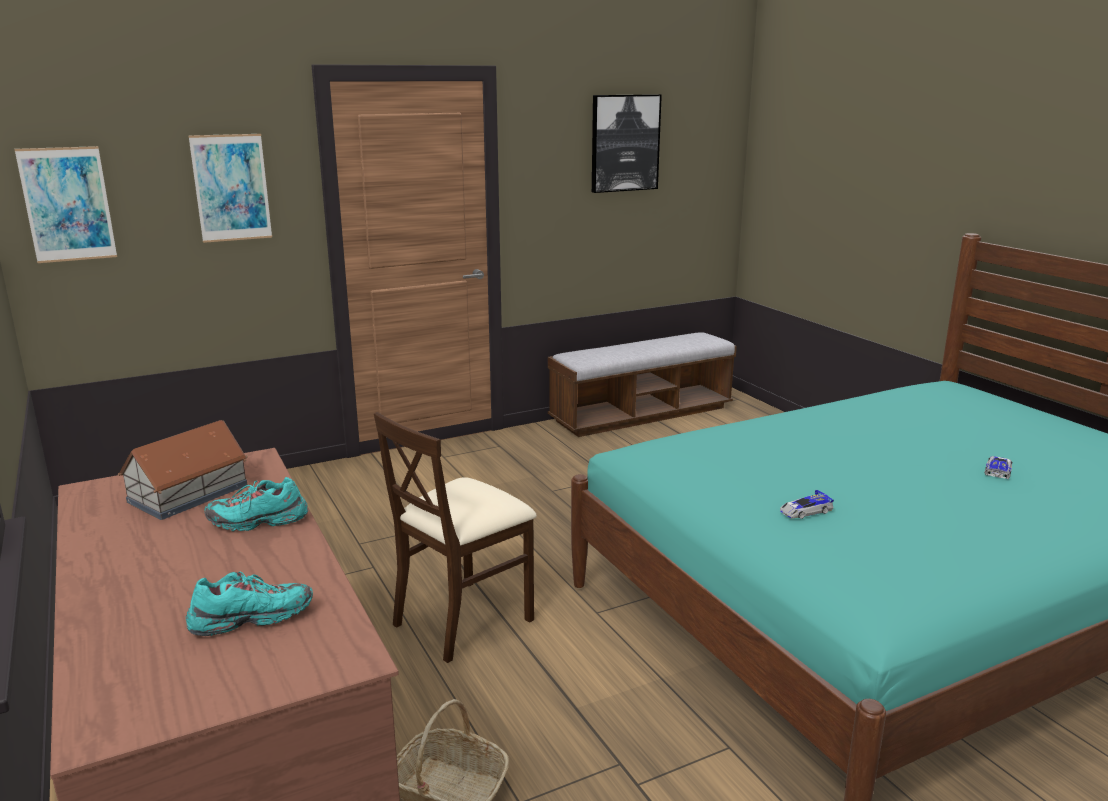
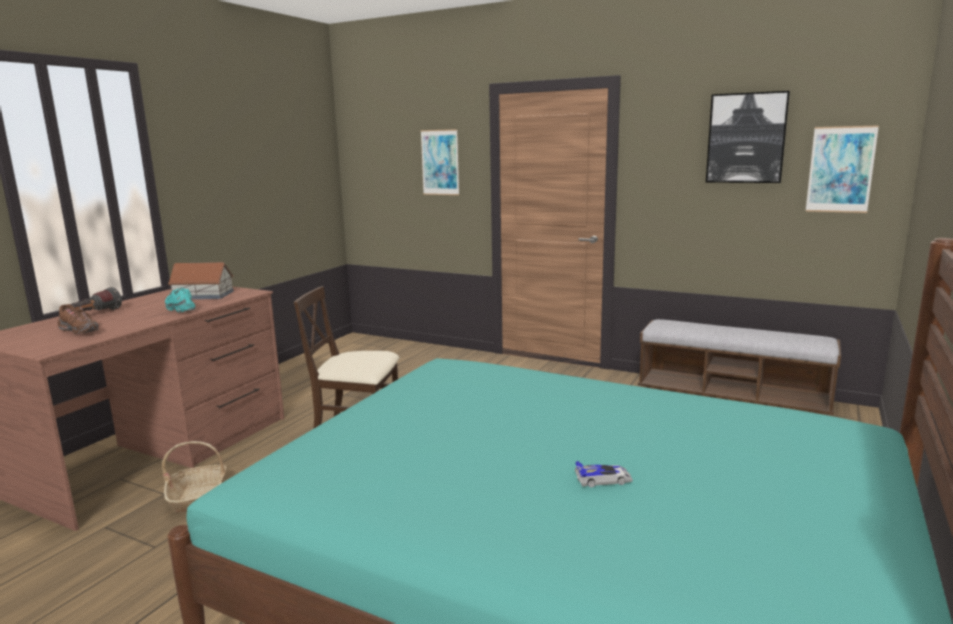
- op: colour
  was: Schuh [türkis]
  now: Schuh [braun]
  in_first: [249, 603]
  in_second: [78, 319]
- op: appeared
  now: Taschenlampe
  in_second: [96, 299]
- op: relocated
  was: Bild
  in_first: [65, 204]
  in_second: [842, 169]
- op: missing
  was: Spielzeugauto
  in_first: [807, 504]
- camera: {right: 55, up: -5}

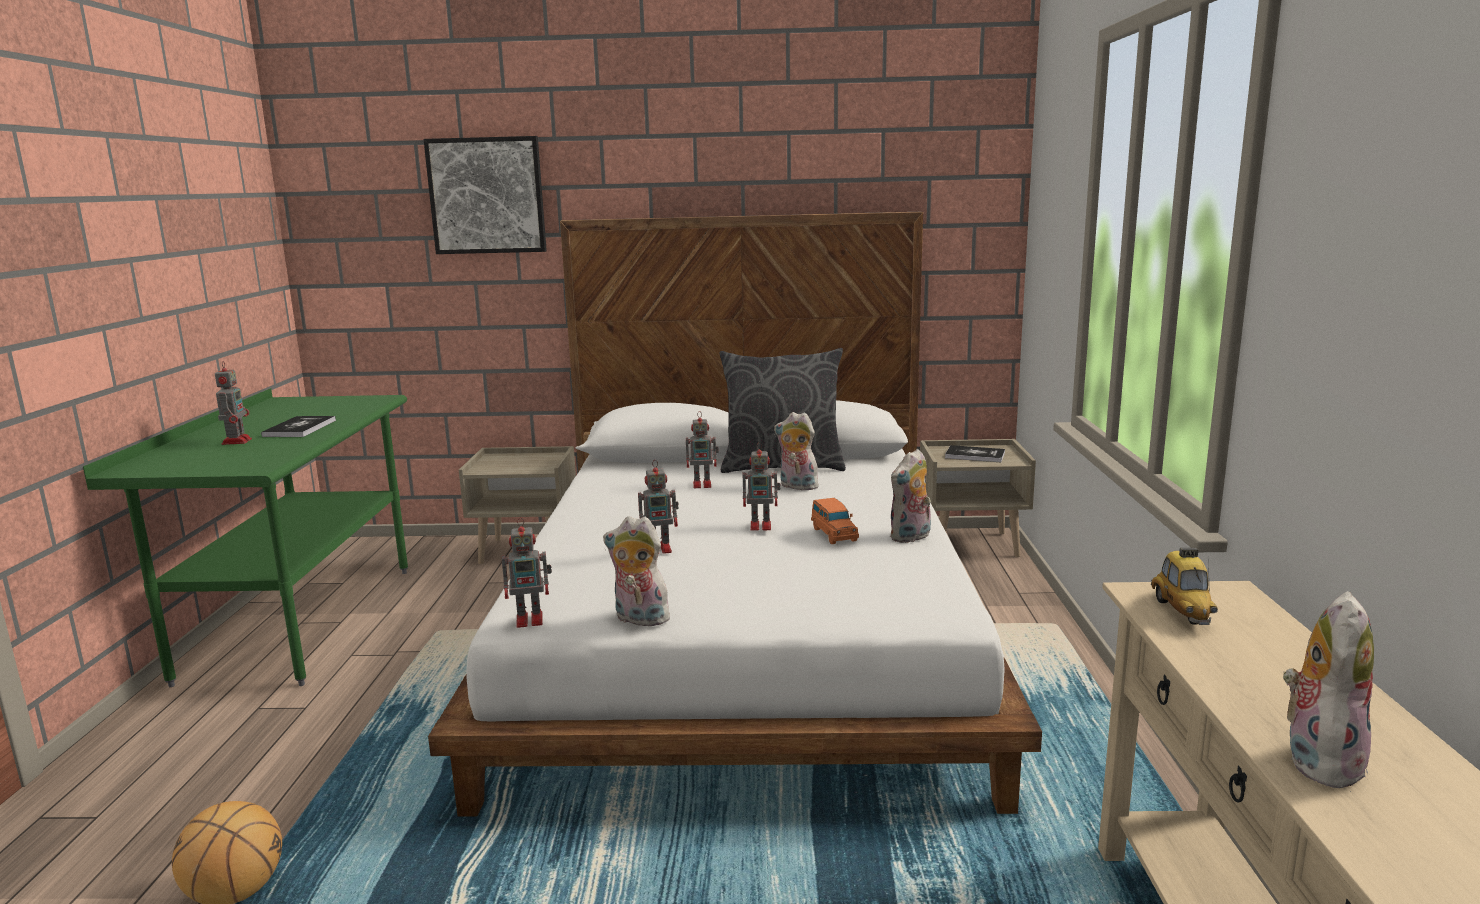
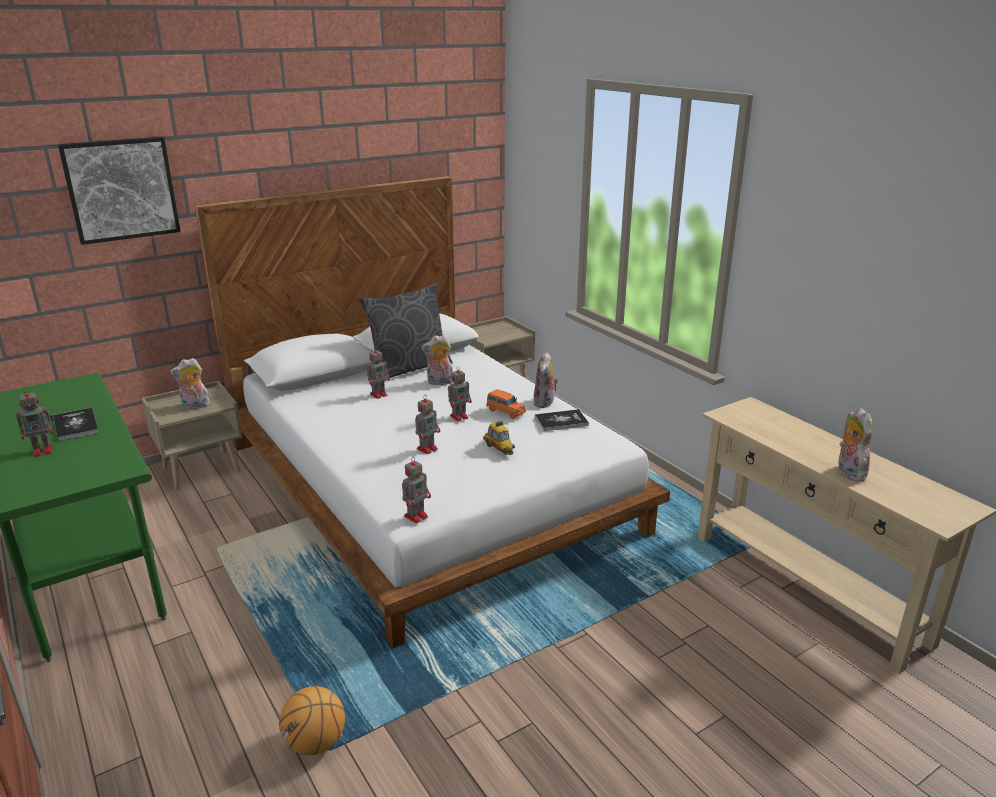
- op: spun
  was: Spielzeugroboter
  in_first: [233, 403]
  in_second: [35, 422]
  clockwise: 105
- op: relocated
  was: Plüschtier
  in_first: [636, 571]
  in_second: [190, 384]
- op: relocated
  was: Spielzeugauto
  in_first: [1184, 586]
  in_second: [499, 438]
- op: relocated
  was: Buch
  in_first: [975, 453]
  in_second: [562, 420]
- camera: {right: -35, up: 10}

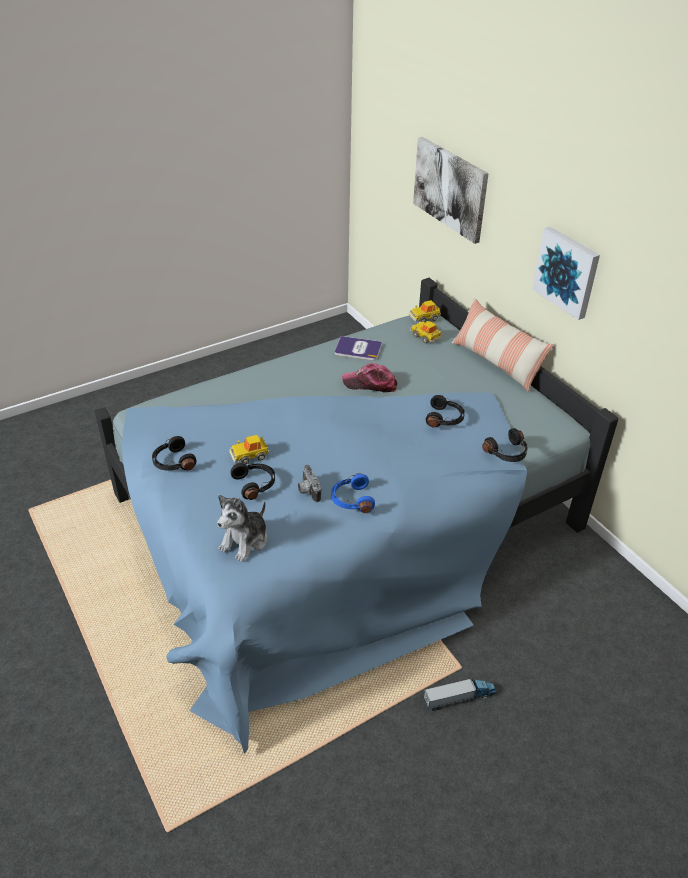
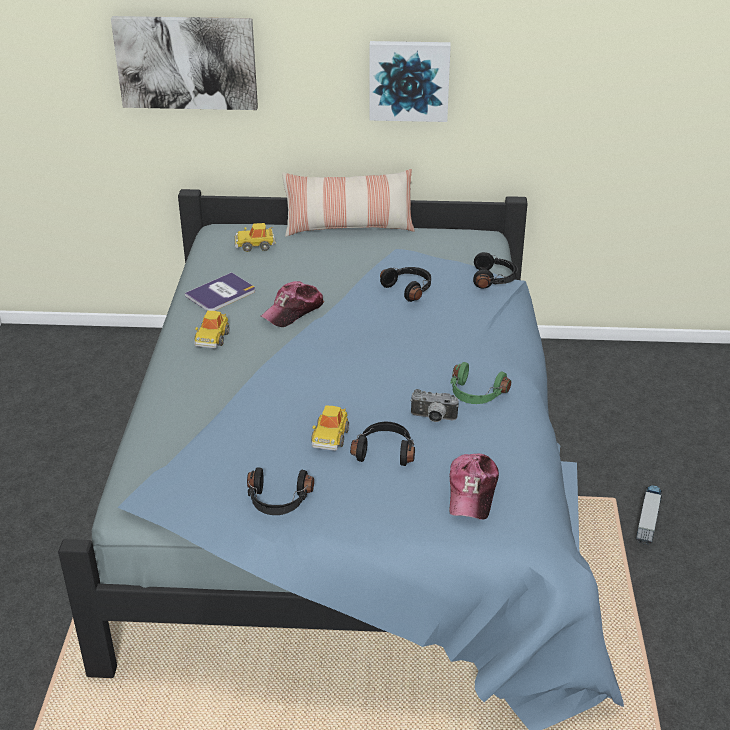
- op: relocated
  was: Spielzeugauto
  in_first: [425, 311]
  in_second: [212, 329]
- op: exchanged
  was: Plüschtier
  now: Kappe
  in_first: [242, 528]
  in_second: [474, 486]
- op: colour
  was: Kopfhörer [blau]
  now: Kopfhörer [grün]
  in_first: [353, 493]
  in_second: [480, 383]
- camera: {right: -55, up: -5}

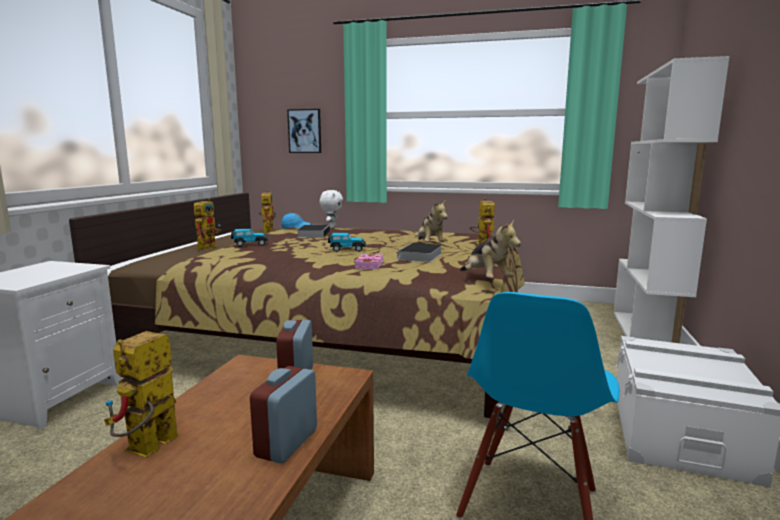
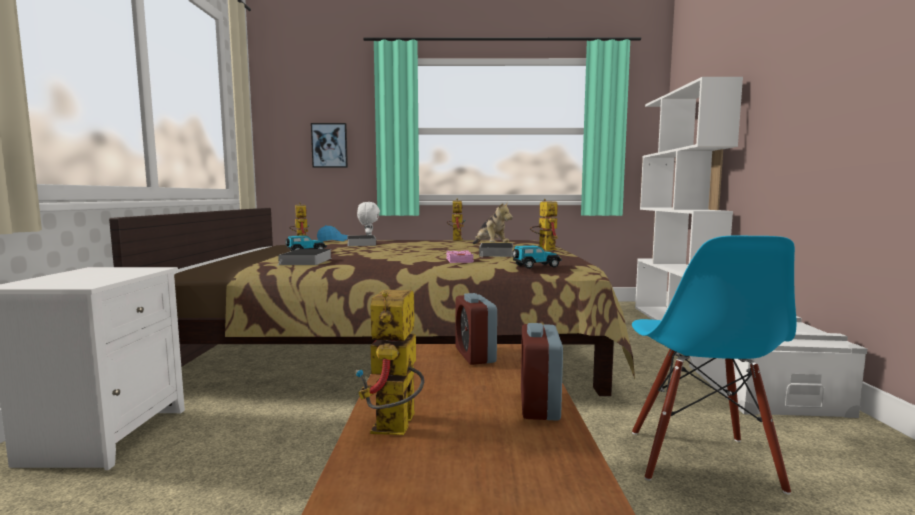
- op: appeared
  now: Buch
  in_second: [304, 257]
- op: relocated
  was: Spielzeugroboter
  in_first: [207, 224]
  in_second: [456, 219]
- op: relocated
  was: Spielzeugauto
  in_first: [347, 242]
  in_second: [537, 257]
- op: missing
  was: Plüschtier
  in_first: [490, 248]
- camera: {right: -15, up: -5}

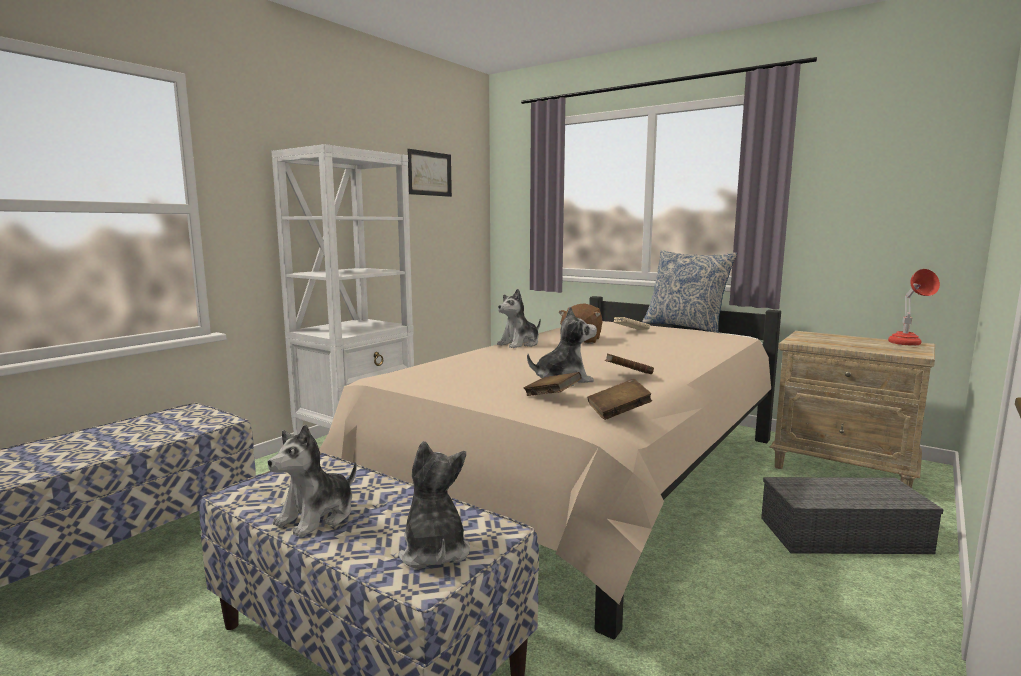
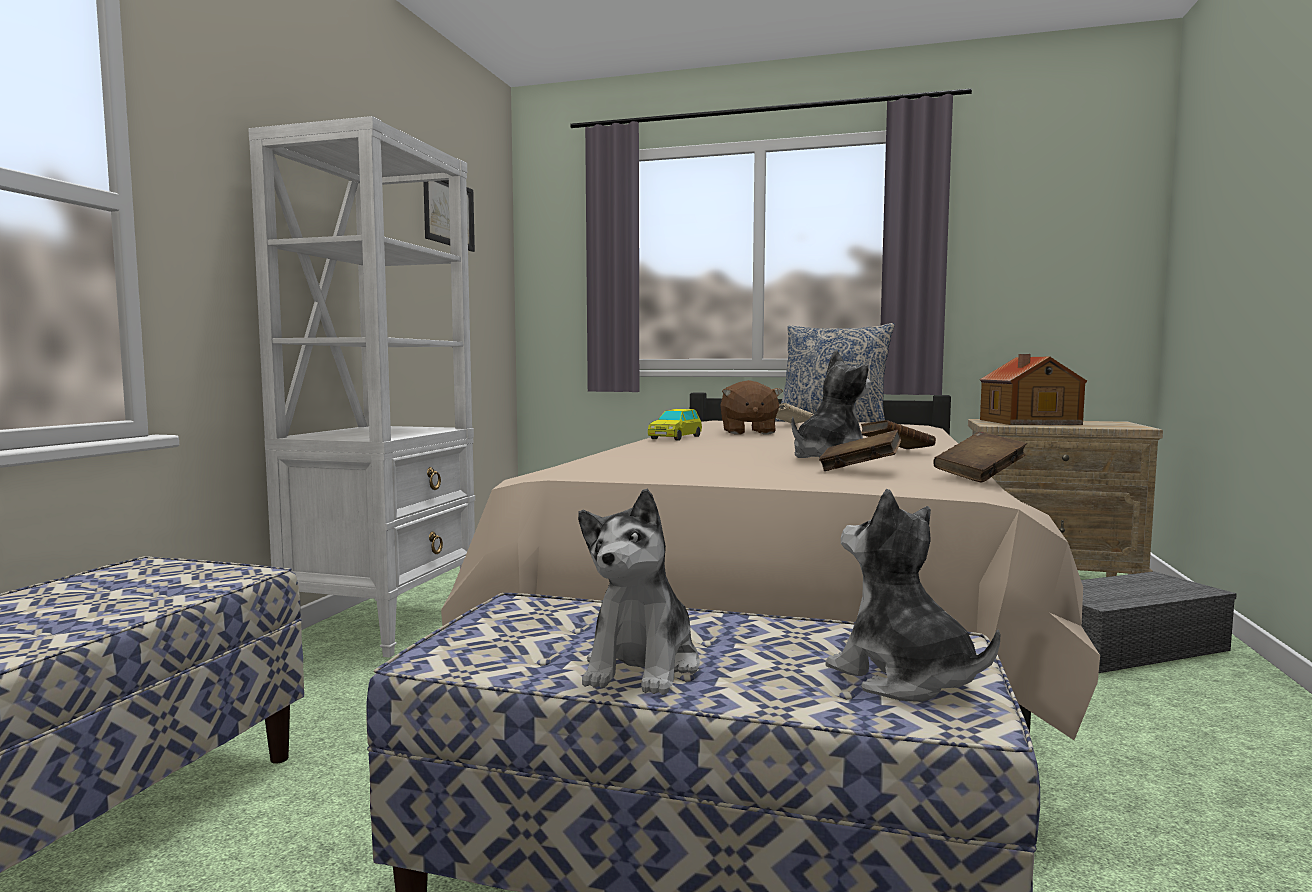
- op: exchanged
  was: Plüschtier
  now: Spielzeugauto
  in_first: [519, 318]
  in_second: [675, 425]
- op: appeared
  now: Spielzeughaus
  in_second: [1033, 389]
- op: missing
  was: Tischlampe [rot]
  in_first: [914, 307]
- camera: {right: -20, up: -5}

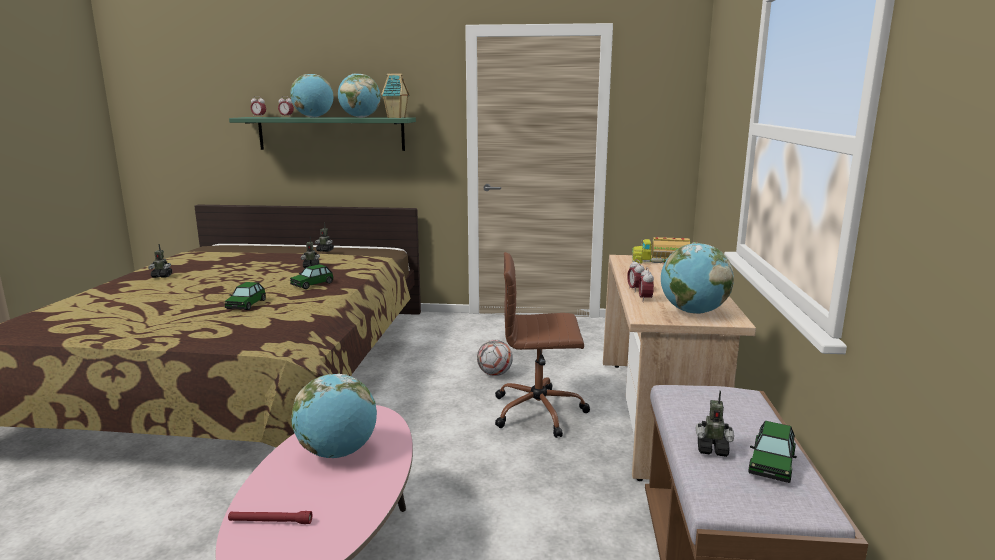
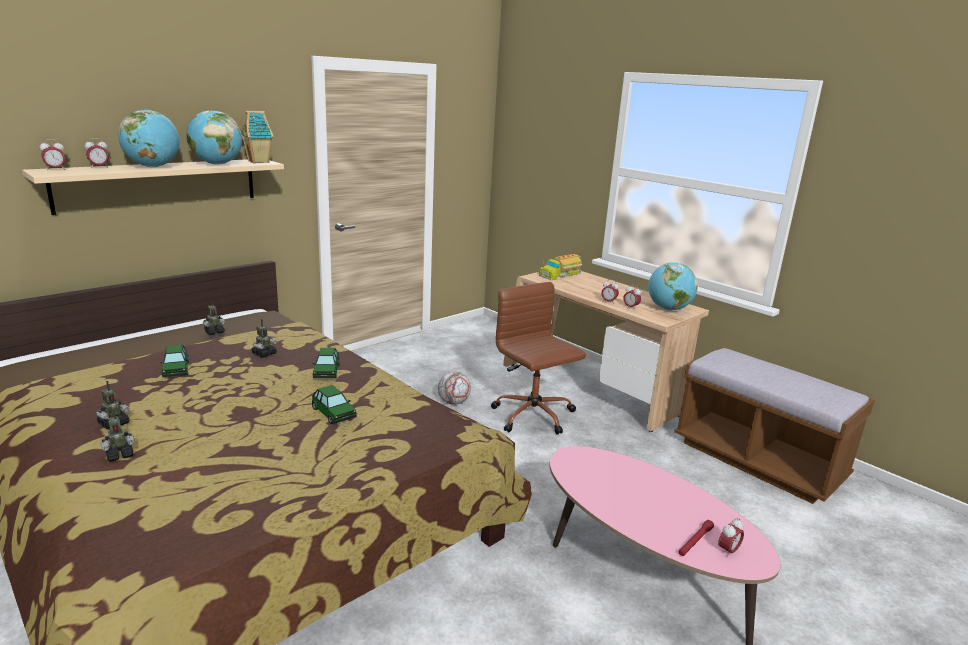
- op: colour
  was: Wandregal [grün]
  now: Wandregal [beige]
  in_first: [322, 134]
  in_second: [153, 187]
- op: relocated
  was: Spielzeugroboter
  in_first: [715, 424]
  in_second: [117, 435]
- op: relocated
  was: Spielzeugauto
  in_first: [772, 452]
  in_second: [174, 361]
- op: spun
  was: Bürostuhl [braun]
  in_first: [542, 345]
  in_second: [538, 358]
  clockwise: 105
- op: appeared
  now: Wecker
  in_second: [731, 538]
- op: missing
  was: Globus
  in_first: [334, 416]
- camera: {right: -50, up: 5}

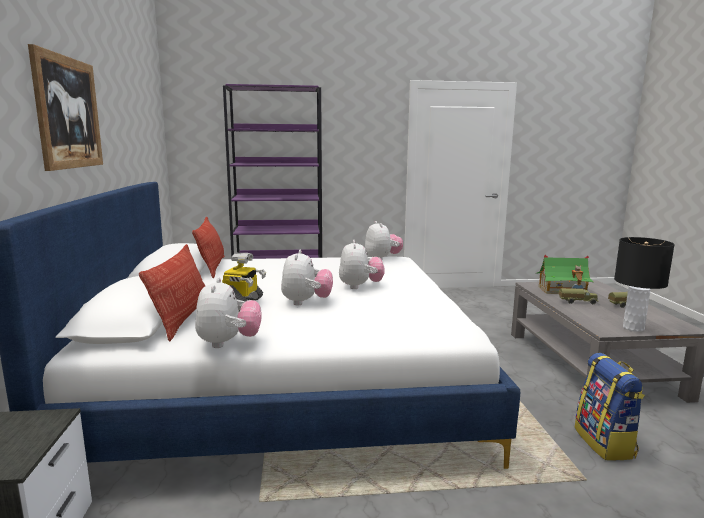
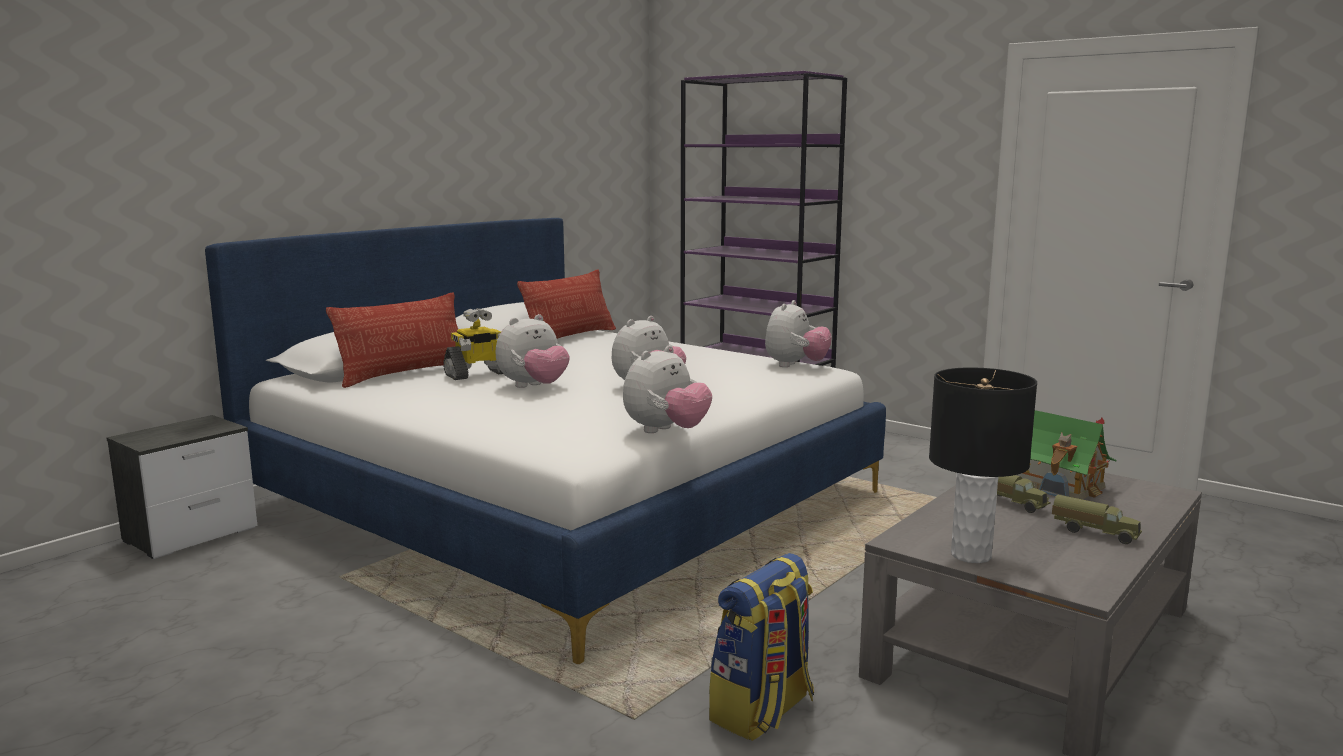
- op: relocated
  was: Plüschtier
  in_first: [228, 312]
  in_second: [667, 389]
- op: missing
  was: Bild
  in_first: [65, 107]
- camera: {right: 45, up: 0}

